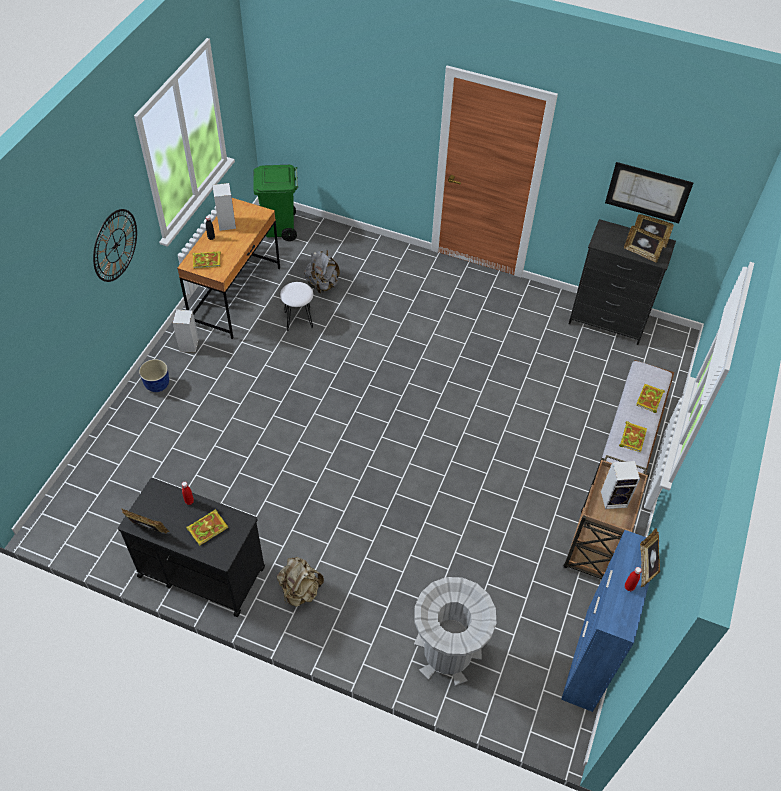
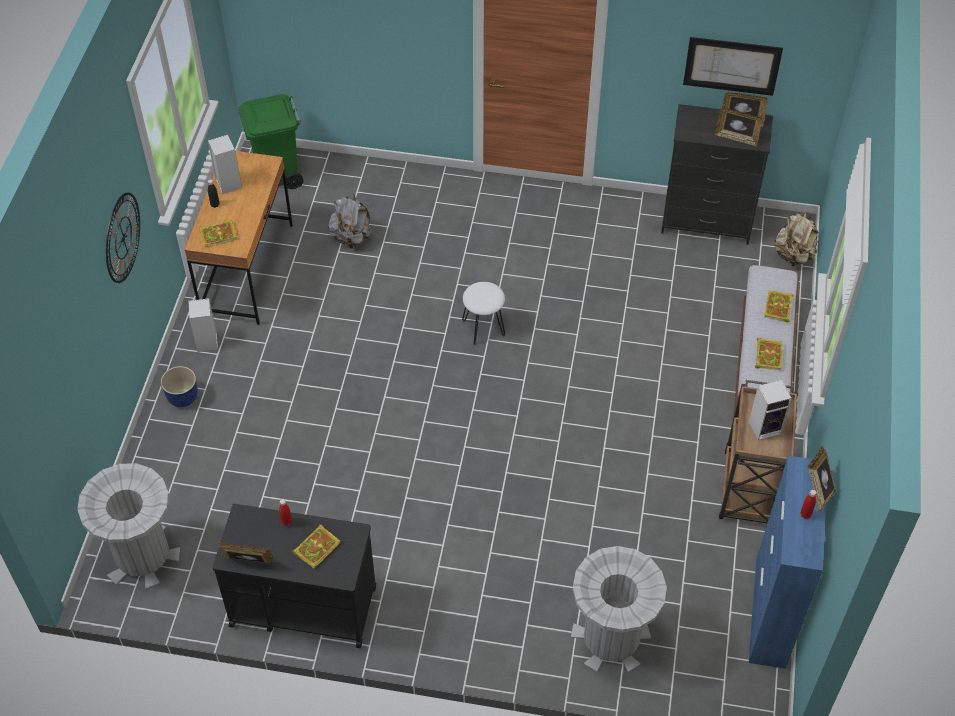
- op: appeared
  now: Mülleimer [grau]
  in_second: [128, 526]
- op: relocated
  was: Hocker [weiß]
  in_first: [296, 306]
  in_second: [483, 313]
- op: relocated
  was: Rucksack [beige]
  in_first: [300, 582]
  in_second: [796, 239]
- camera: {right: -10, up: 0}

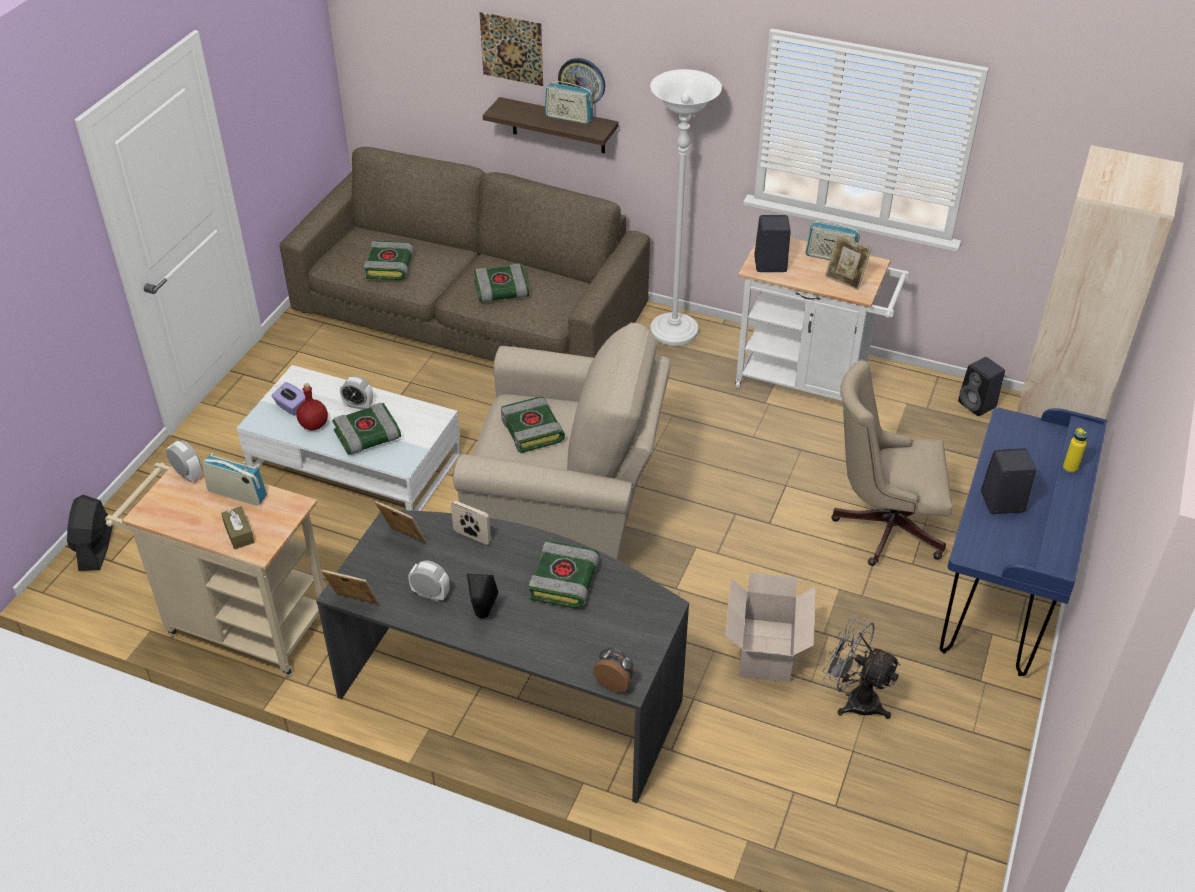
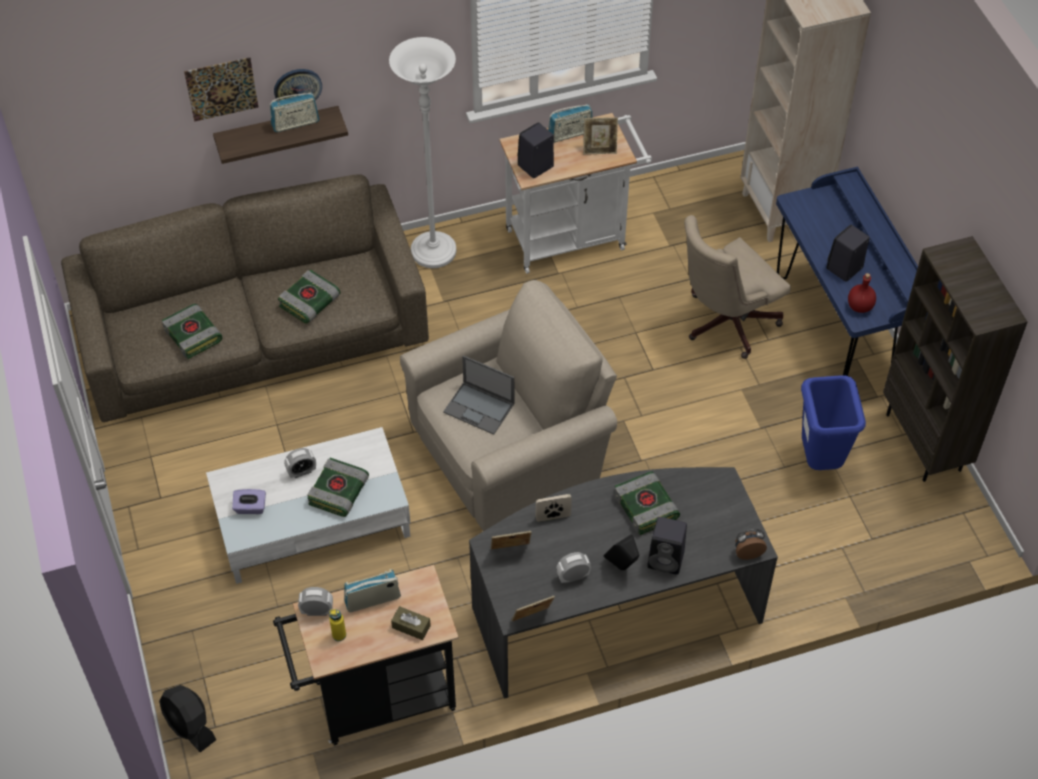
- op: colour
  was: Rollwagen [beige]
  now: Rollwagen [schwarz]
  in_first: [215, 570]
  in_second: [366, 655]
- op: relocated
  was: Flasche [gelb]
  in_first: [1075, 450]
  in_second: [337, 625]
- op: exchanged
  was: Buch
  now: Laptop
  in_first: [533, 425]
  in_second: [479, 395]
- op: relocated
  was: Lautsprecher [schwarz]
  in_first: [981, 386]
  in_second: [667, 546]
- op: exchanged
  was: Ventilator [grau]
  now: Mülleimer [blau]
  in_first: [862, 667]
  in_second: [833, 422]
- op: relocated
  was: Flasche [rot]
  in_first: [312, 406]
  in_second: [862, 293]
- op: appeared
  now: Bücherregal [braun]
  in_second: [955, 359]
- op: missing
  was: Karton
  in_first: [770, 628]
- camera: {right: -40, up: 10}

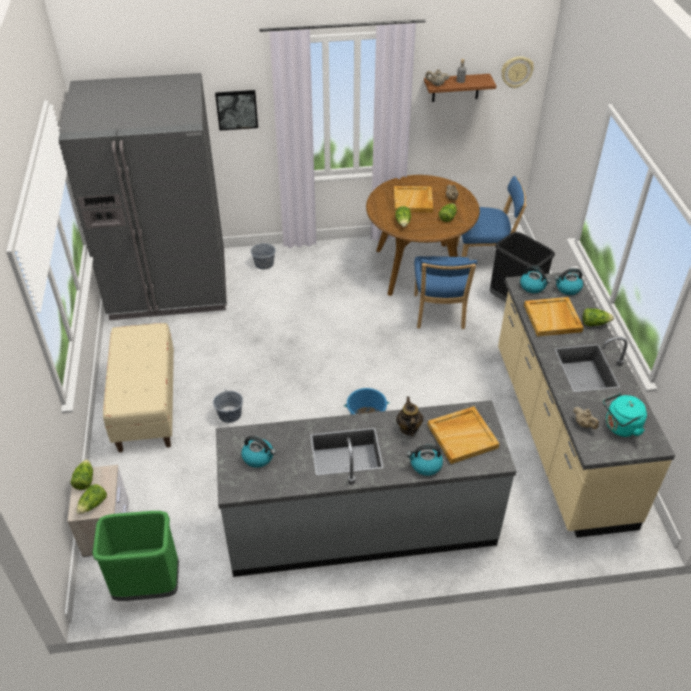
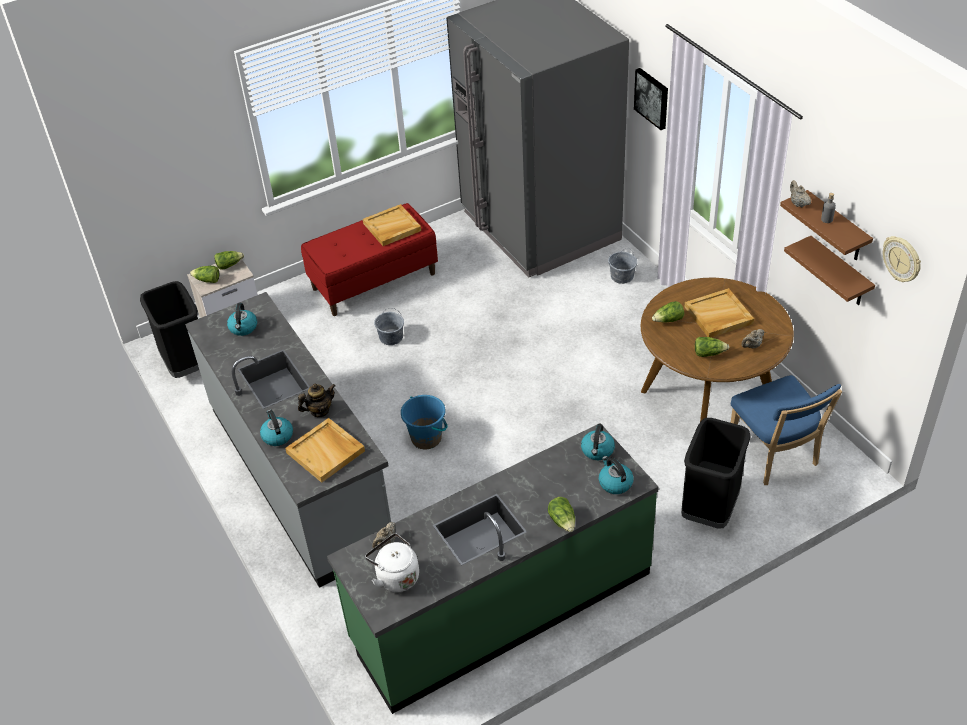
- op: colour
  was: Mülleimer [grün]
  now: Mülleimer [schwarz]
  in_first: [135, 556]
  in_second: [169, 329]
- op: colour
  was: Bank [beige]
  now: Bank [rot]
  in_first: [138, 387]
  in_second: [369, 259]
- op: colour
  was: Küchenzeile [beige]
  now: Küchenzeile [grün]
  in_first: [586, 405]
  in_second: [493, 568]
- op: relocated
  was: Tablett [beige]
  in_first: [554, 317]
  in_second: [392, 225]
- op: colour
  was: Wasserkessel [türkis]
  now: Wasserkessel [weiß]
  in_first: [625, 415]
  in_second: [392, 562]
- op: appeared
  now: Wandregal [braun]
  in_second: [829, 270]
- op: missing
  was: Stuhl [blau]
  in_first: [445, 292]
- camera: {right: 70, up: 0}

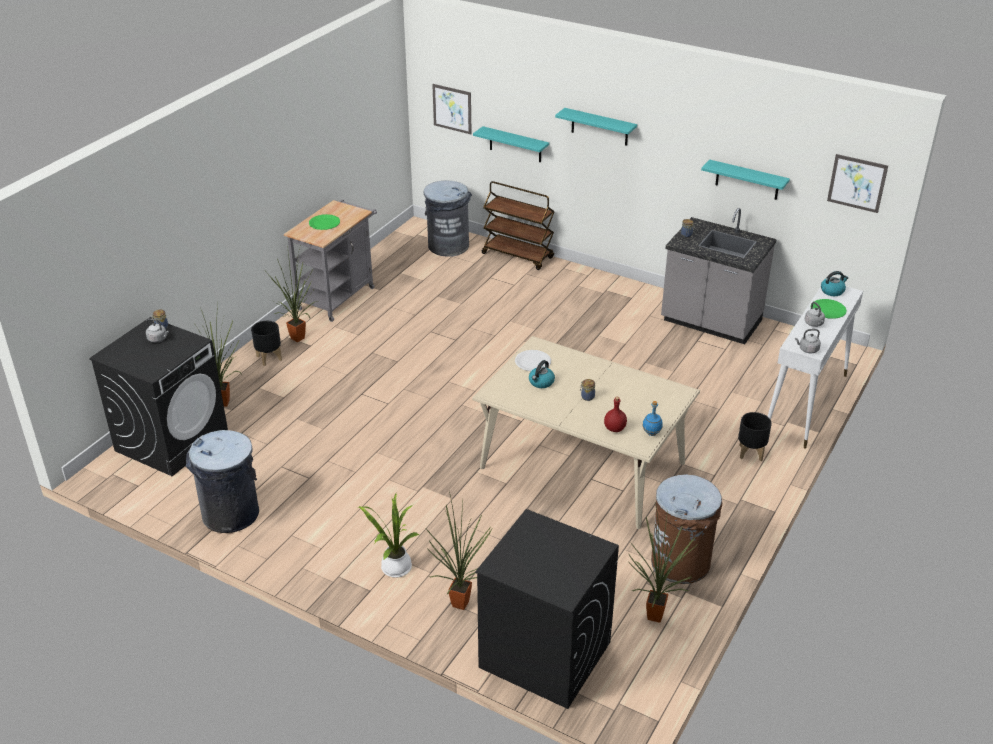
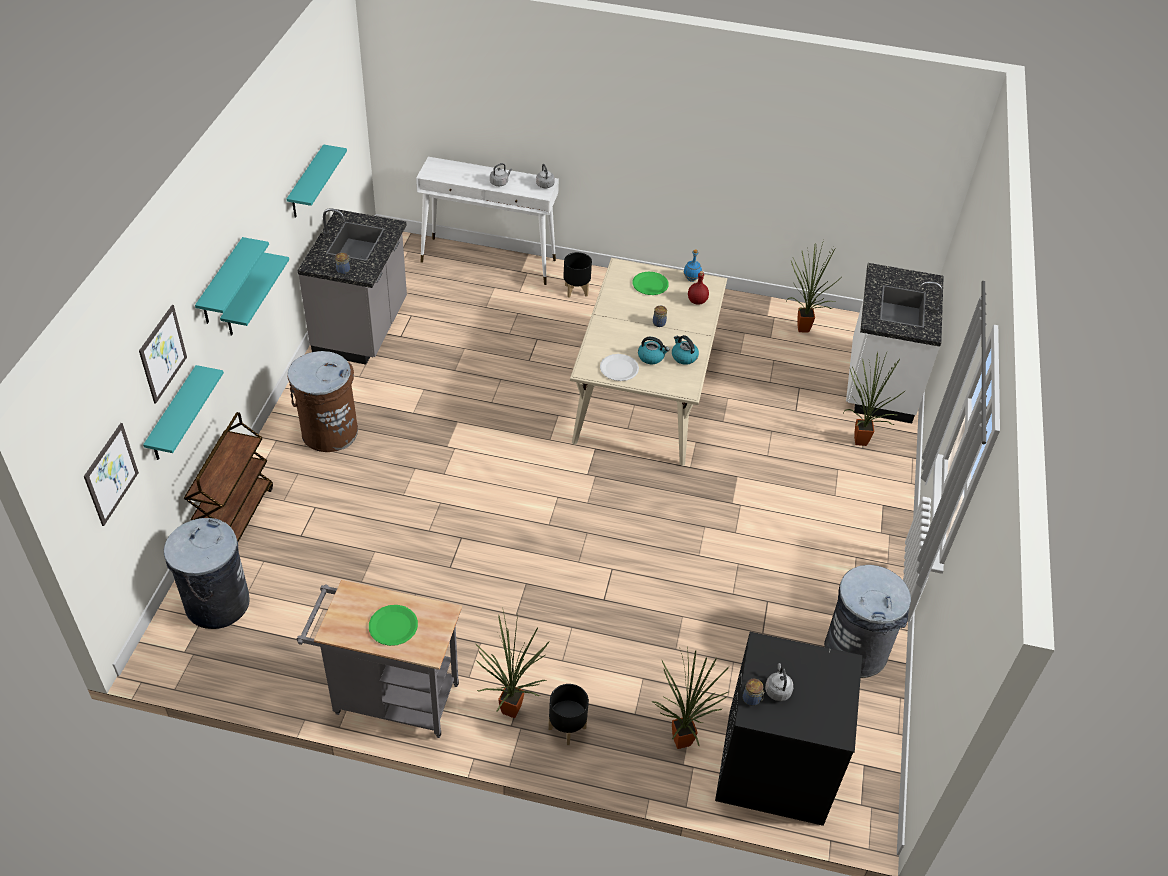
- op: relocated
  was: Bild
  in_first: [857, 183]
  in_second: [163, 354]
- op: appeared
  now: Wandregal [türkis]
  in_second: [254, 294]
- op: relocated
  was: Mülleimer [braun]
  in_first: [686, 529]
  in_second: [323, 401]
- op: relocated
  was: Teller [grün]
  in_first: [829, 309]
  in_second: [650, 283]
- op: relocated
  was: Wasserkessel
  in_first: [834, 283]
  in_second: [685, 350]
- op: exchanged
  was: Waschmaschine [schwarz]
  now: Küchenzeile [weiß]
  in_first: [547, 609]
  in_second: [895, 343]
- op: missing
  was: Topfpflanze
  in_first: [388, 536]
- camera: {right: -110, up: 10}

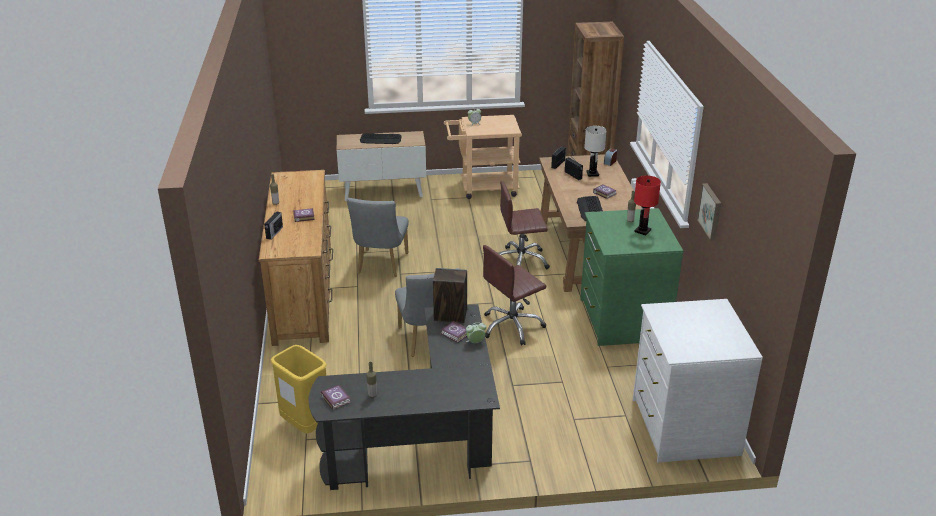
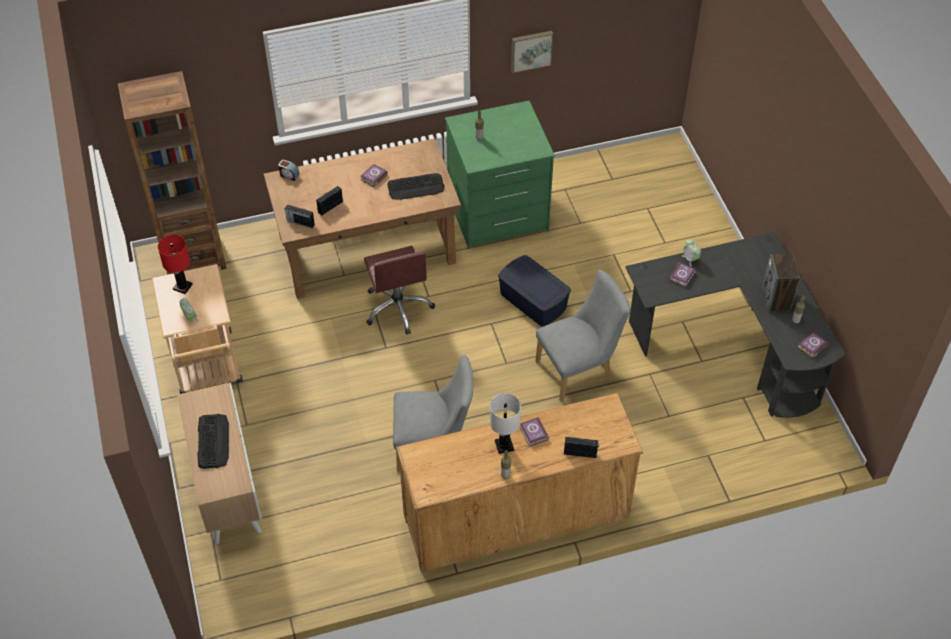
- op: relocated
  was: Tischlampe [rot]
  in_first: [647, 205]
  in_second: [175, 264]
- op: relocated
  was: Tischlampe [weiß]
  in_first: [595, 151]
  in_second: [505, 423]
- op: exchanged
  was: Bürostuhl [braun]
  now: Aufbewahrungsbox [blau]
  in_first: [514, 295]
  in_second: [534, 291]
- op: relocated
  was: Lautsprecher
  in_first: [450, 295]
  in_second: [781, 282]
- op: missing
  was: Mülleimer [gelb]
  in_first: [299, 389]
- op: missing
  was: Kommode [weiß]
  in_first: [698, 380]
- camera: {right: -100, up: 20}

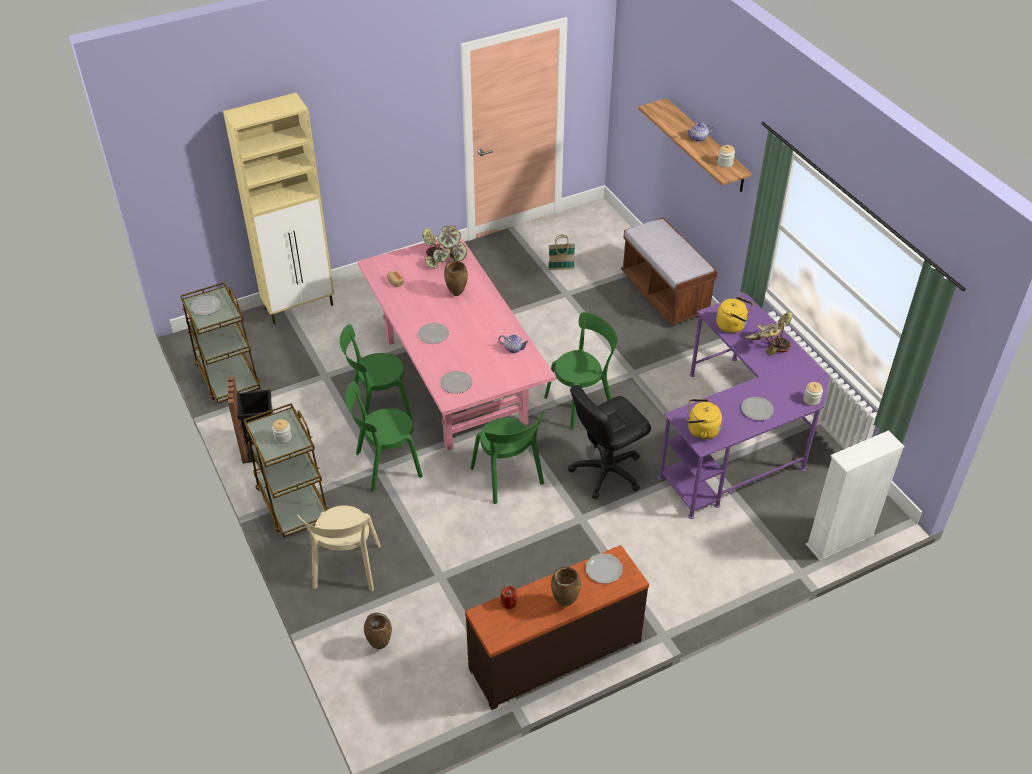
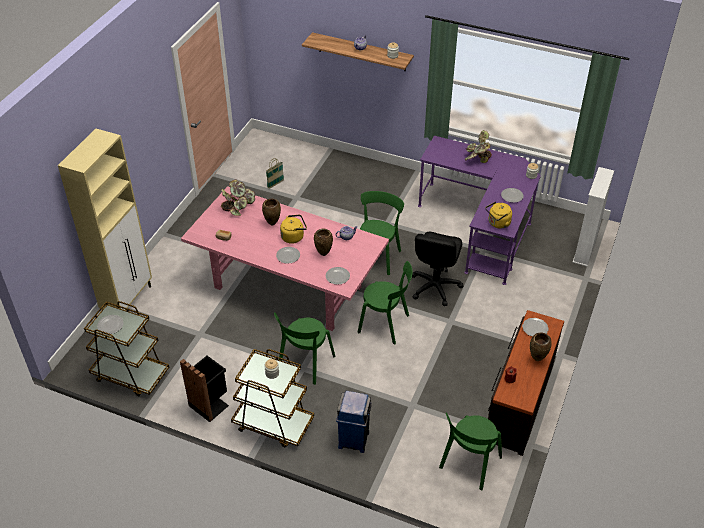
- op: relocated
  was: Wasserkessel [gelb]
  in_first: [734, 315]
  in_second: [293, 229]
- op: relocated
  was: Vase [braun]
  in_first: [378, 631]
  in_second: [323, 242]
- op: exchanged
  was: Stuhl [beige]
  now: Mülleimer [blau]
  in_first: [339, 548]
  in_second: [354, 422]
- op: relocated
  was: Stuhl [grün]
  in_first: [376, 372]
  in_second: [470, 451]
- op: missing
  was: Bank [braun]
  in_first: [669, 271]
- camera: {right: -40, up: 0}

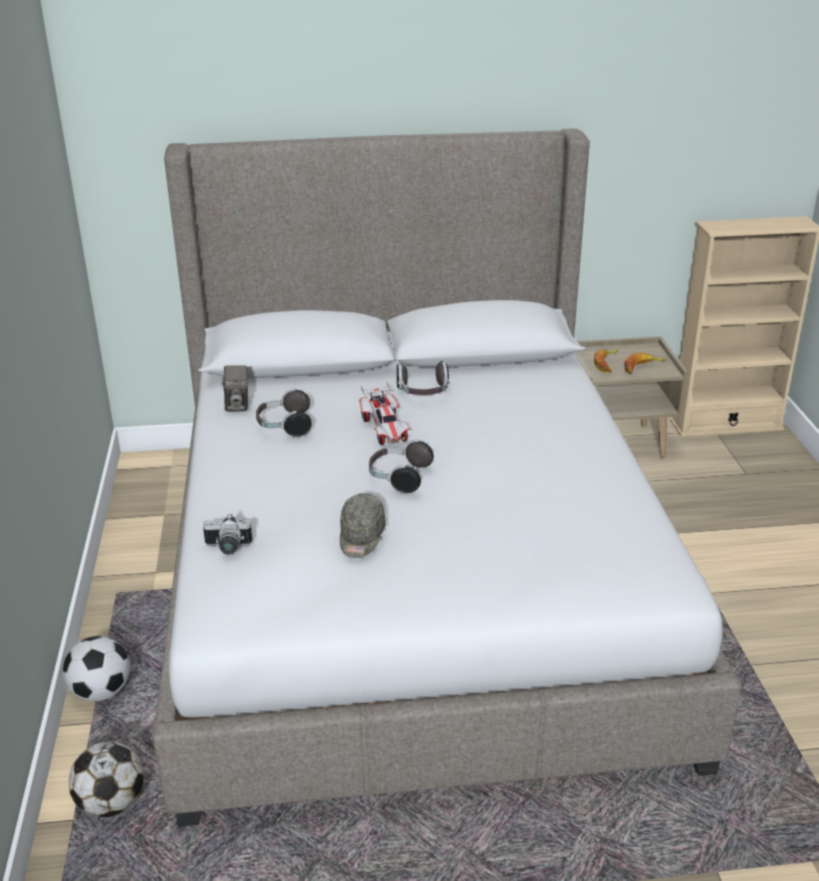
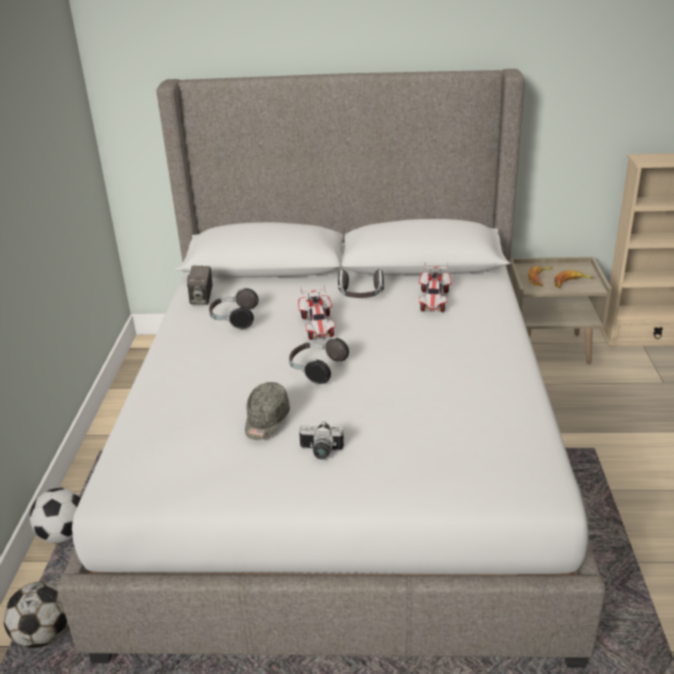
- op: relocated
  was: Kamera
  in_first: [228, 534]
  in_second: [321, 440]
- op: appeared
  now: Spielzeugauto
  in_second: [435, 287]
- camera: {right: 10, up: 0}

